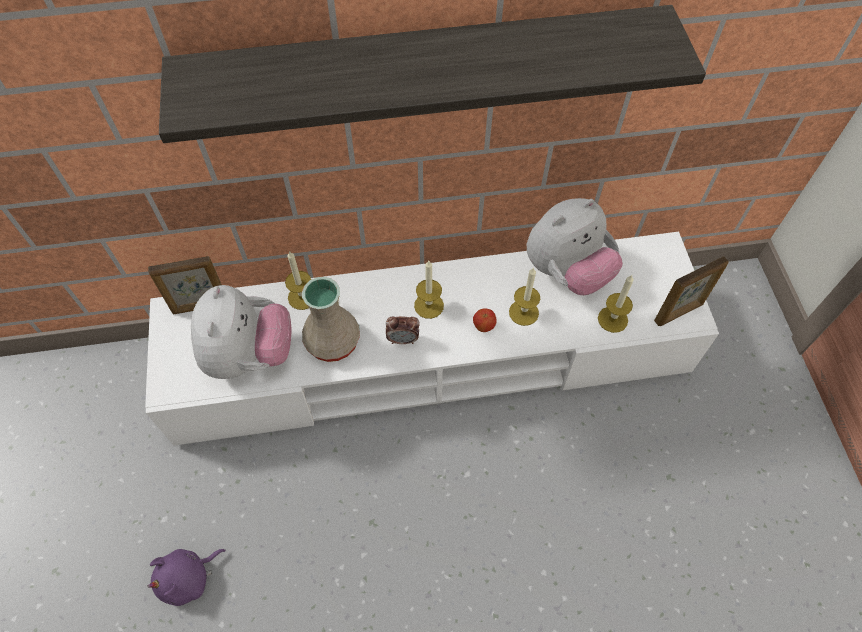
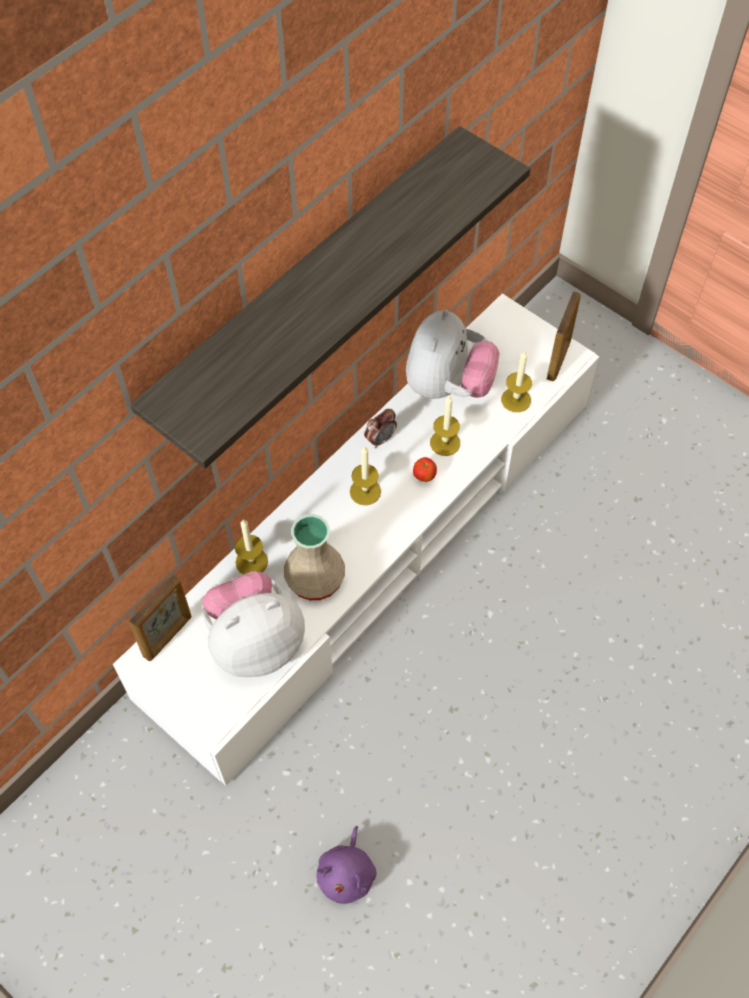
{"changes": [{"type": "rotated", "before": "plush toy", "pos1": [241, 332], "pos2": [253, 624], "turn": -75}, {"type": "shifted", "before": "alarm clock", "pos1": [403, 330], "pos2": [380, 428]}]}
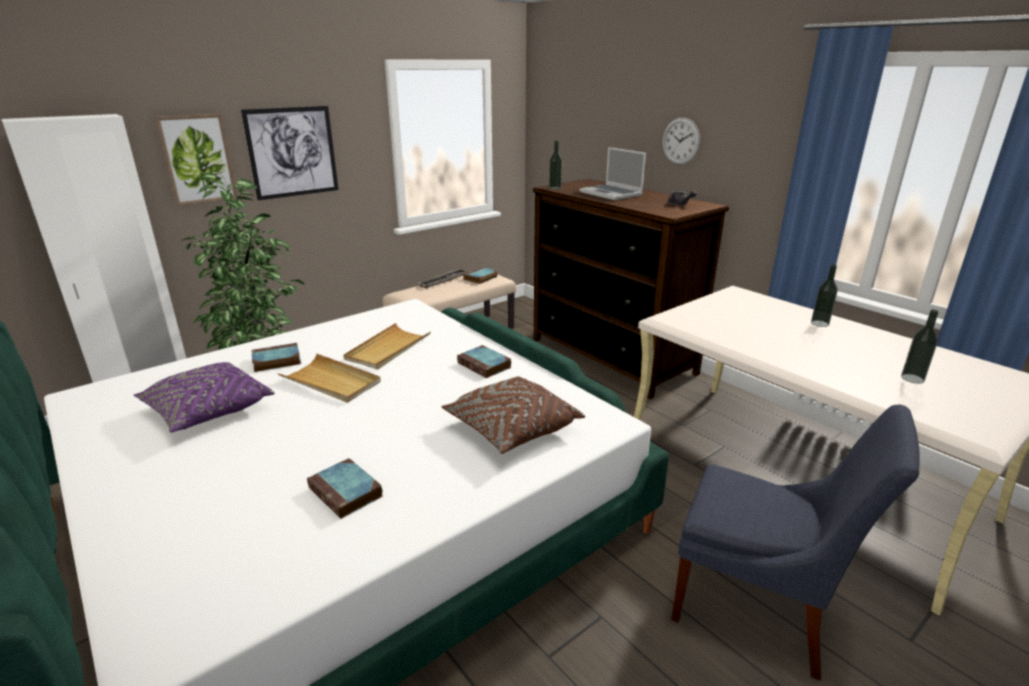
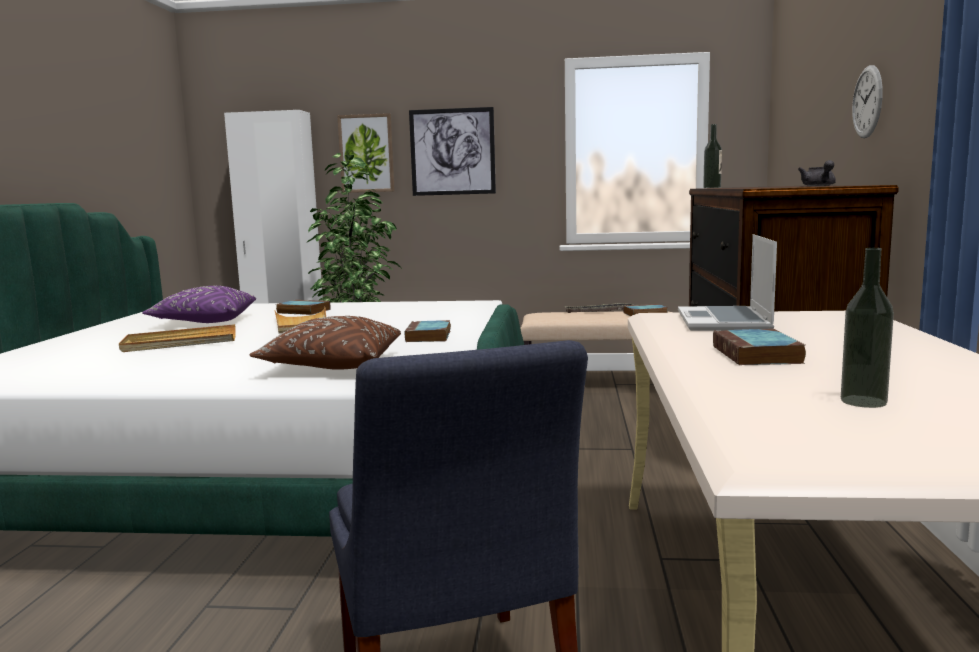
{"changes": [{"type": "shifted", "before": "laptop", "pos1": [612, 173], "pos2": [727, 282]}, {"type": "gone", "before": "bottle", "pos1": [824, 296]}, {"type": "shifted", "before": "tray (beige)", "pos1": [387, 346], "pos2": [177, 338]}, {"type": "shifted", "before": "book", "pos1": [345, 488], "pos2": [759, 347]}]}
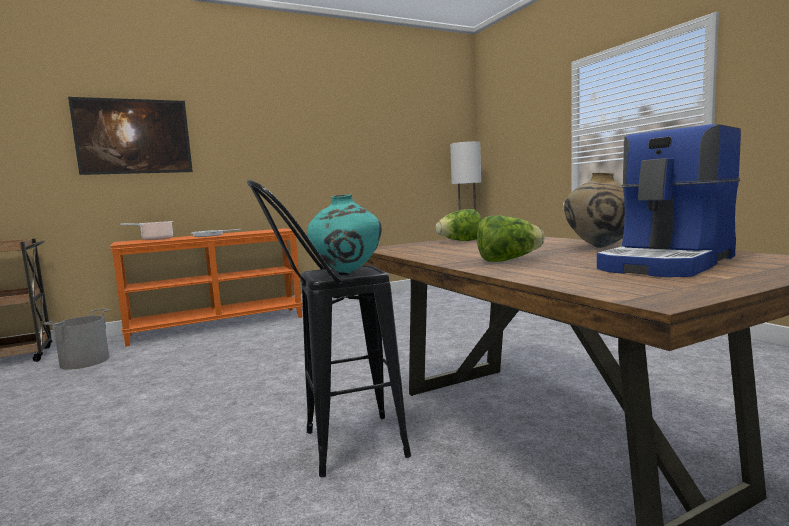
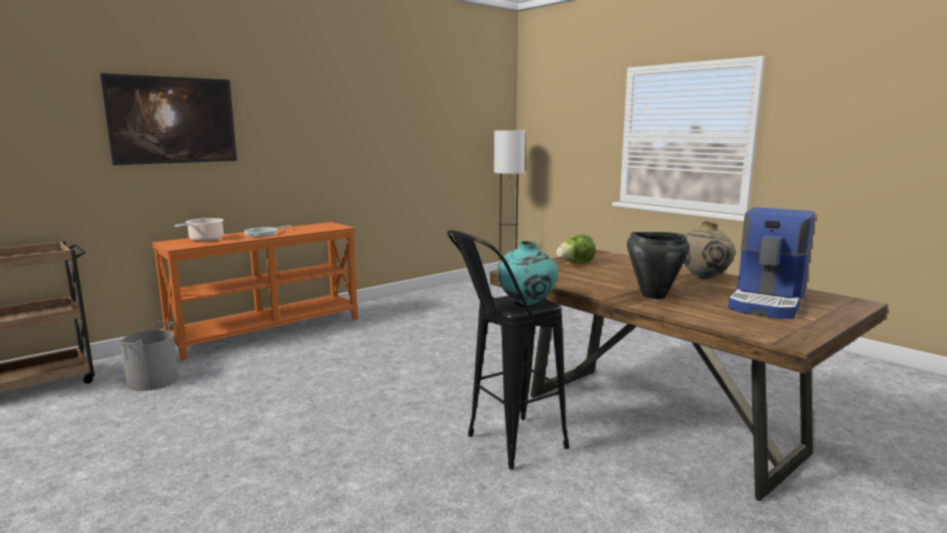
{"changes": [{"type": "swapped", "before": "lettuce", "after": "cooking pot (black)", "pos1": [510, 238], "pos2": [658, 265]}]}
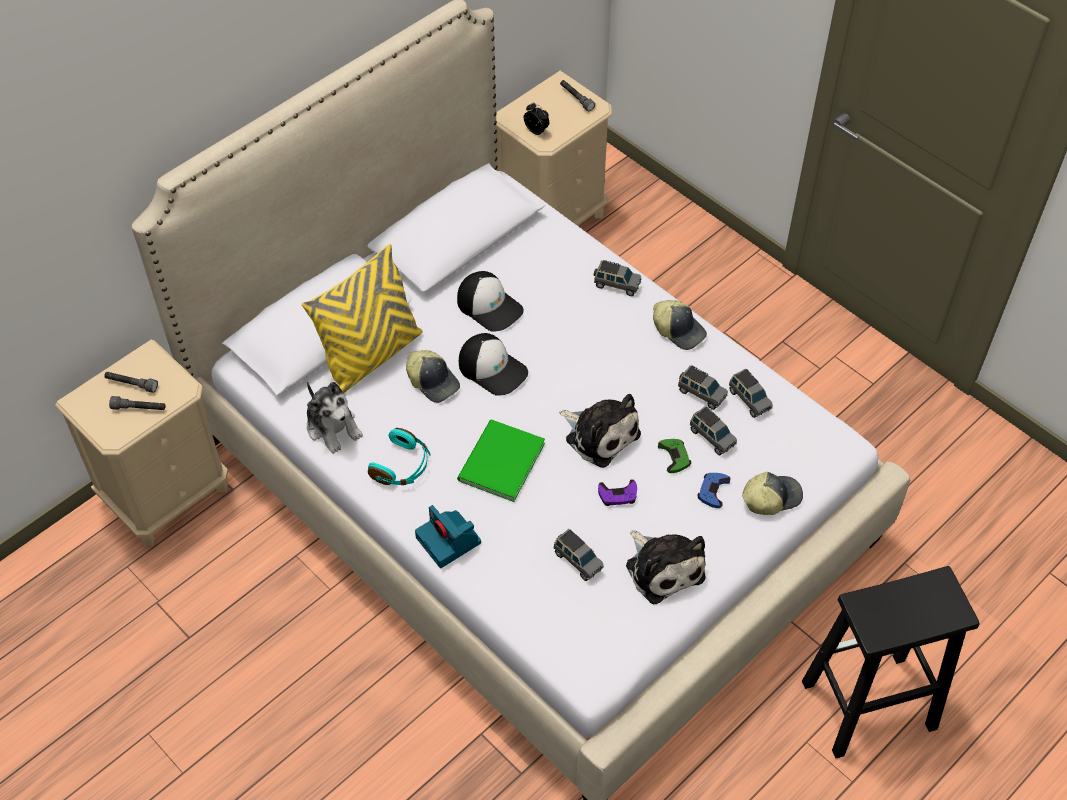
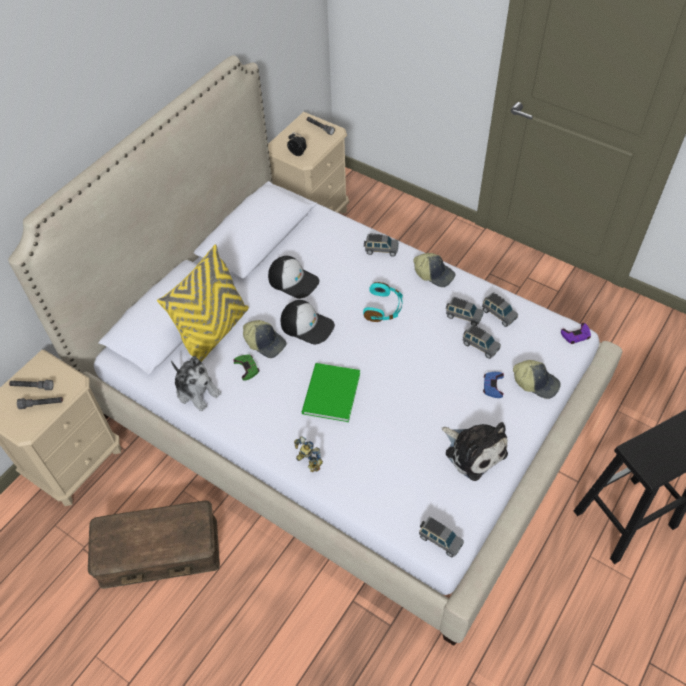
{"changes": [{"type": "gone", "before": "plush toy", "pos1": [600, 431]}, {"type": "shifted", "before": "headphones (turquoise)", "pos1": [399, 456], "pos2": [383, 302]}, {"type": "shifted", "before": "game controller (green)", "pos1": [674, 456], "pos2": [246, 368]}, {"type": "rotated", "before": "cap", "pos1": [772, 493], "pos2": [537, 379], "turn": 60}, {"type": "shifted", "before": "game controller (purple)", "pos1": [617, 492], "pos2": [576, 333]}, {"type": "swapped", "before": "photo camera", "after": "toy robot", "pos1": [448, 536], "pos2": [308, 454]}, {"type": "shifted", "before": "toy car (grey)", "pos1": [579, 555], "pos2": [441, 537]}, {"type": "new", "after": "storage box (brown)", "pos2": [154, 544]}]}
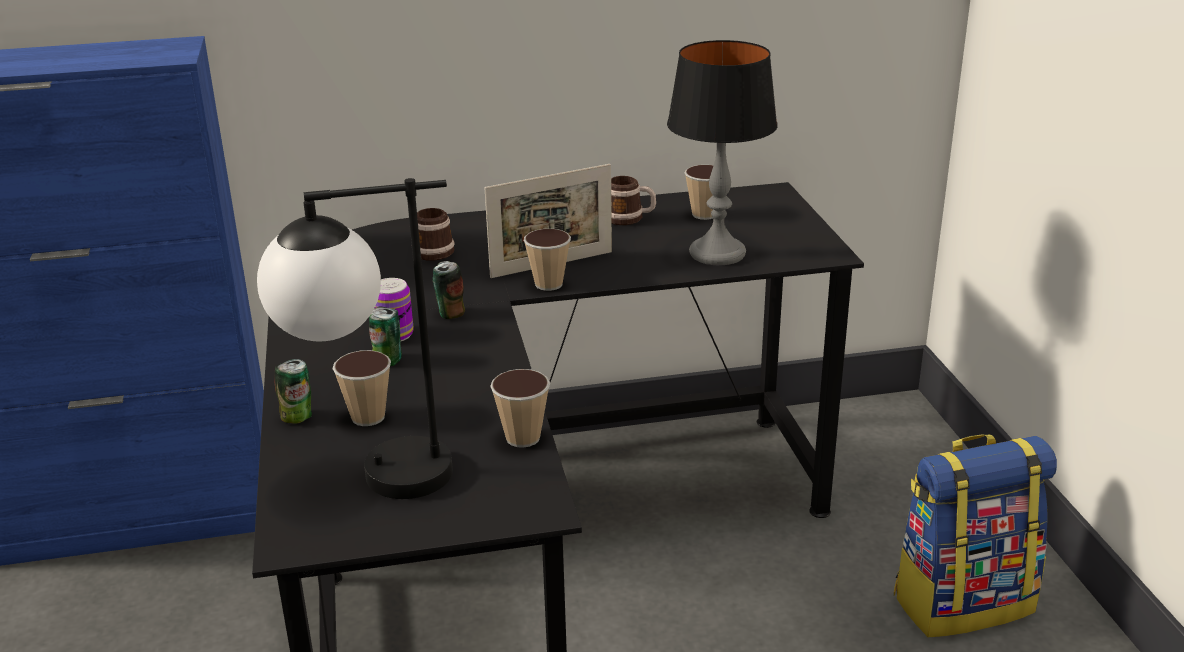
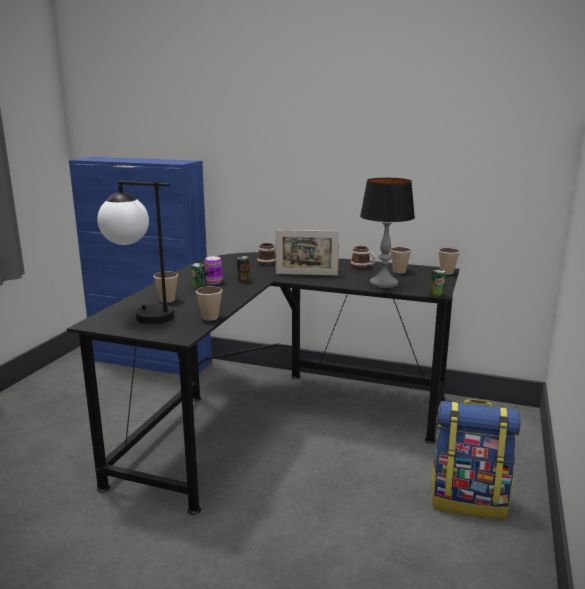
{"changes": [{"type": "shifted", "before": "cup", "pos1": [547, 260], "pos2": [449, 261]}, {"type": "shifted", "before": "can", "pos1": [293, 391], "pos2": [438, 283]}]}
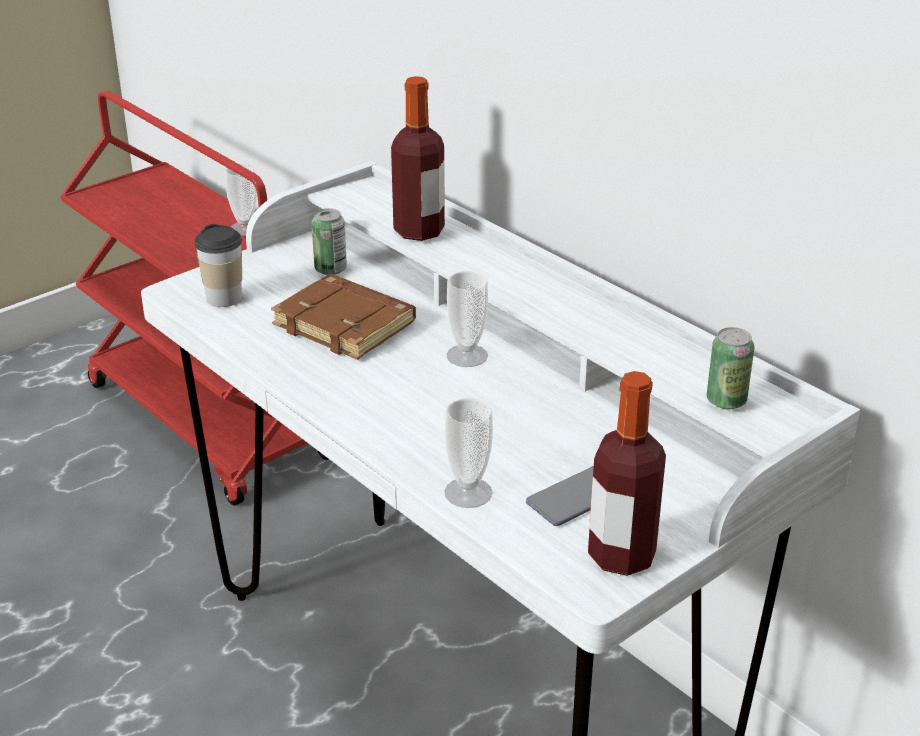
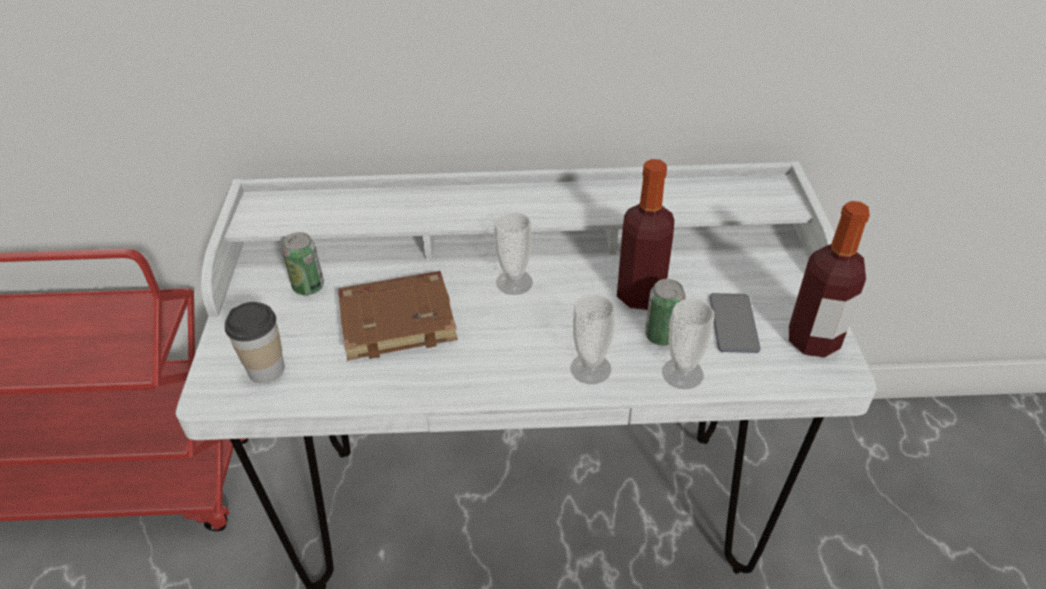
{"changes": [{"type": "shifted", "before": "bottle", "pos1": [418, 158], "pos2": [645, 234]}, {"type": "shifted", "before": "cup", "pos1": [241, 200], "pos2": [592, 339]}, {"type": "shifted", "before": "can", "pos1": [731, 368], "pos2": [665, 312]}]}
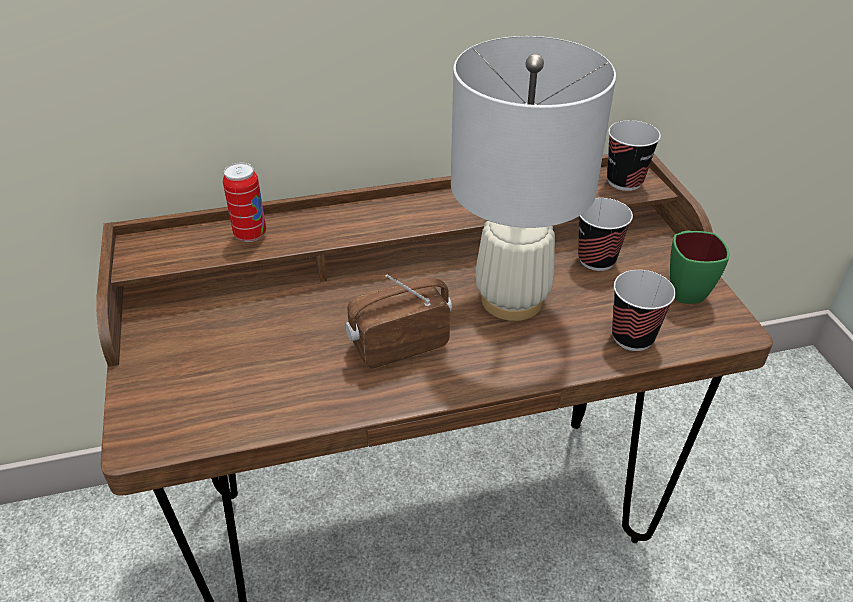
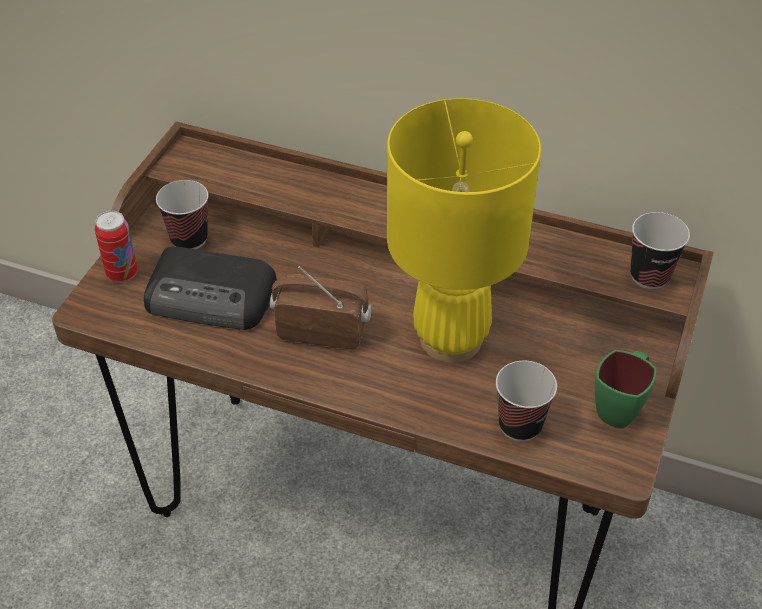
{"changes": [{"type": "repainted", "before": "table lamp (white)", "after": "table lamp (yellow)", "pos1": [533, 178], "pos2": [464, 230]}, {"type": "shifted", "before": "can", "pos1": [244, 202], "pos2": [116, 246]}, {"type": "shifted", "before": "cup", "pos1": [605, 234], "pos2": [182, 214]}, {"type": "new", "after": "radio", "pos2": [210, 288]}]}
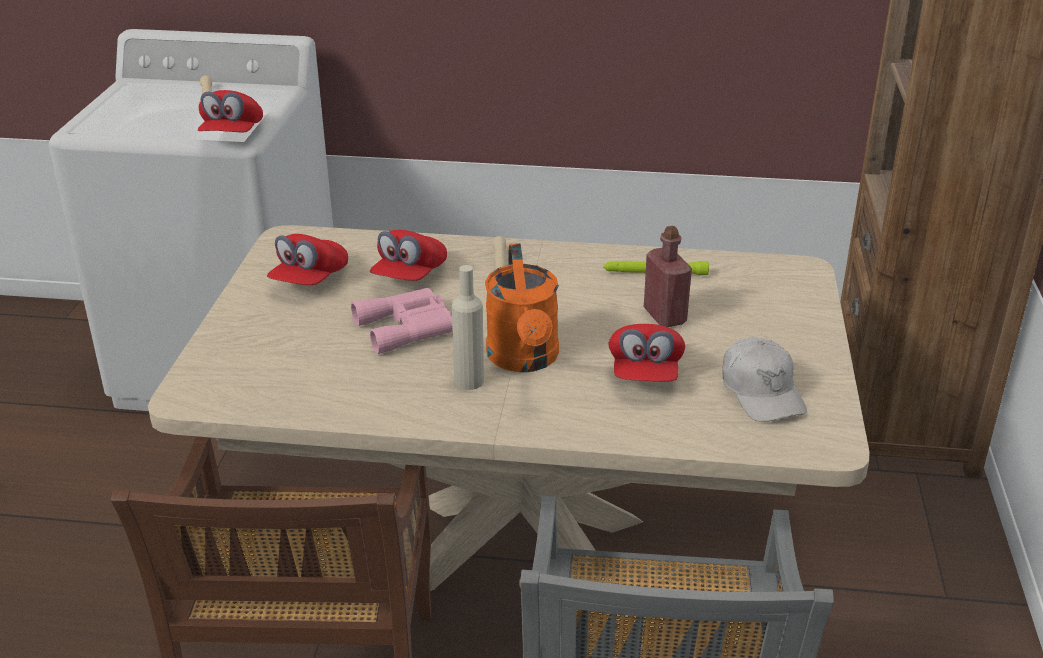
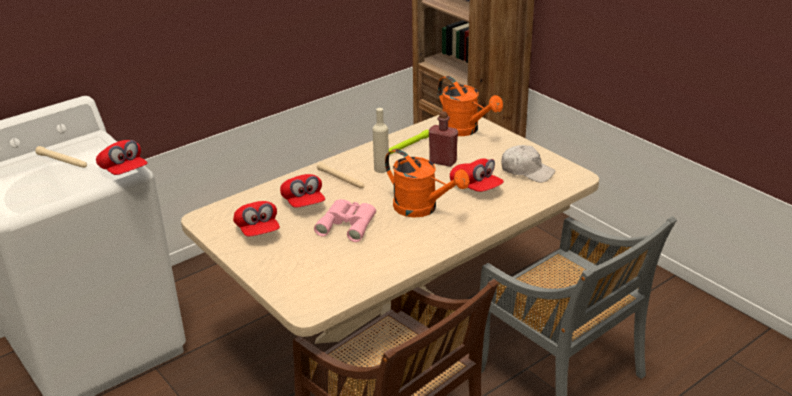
{"changes": [{"type": "shifted", "before": "bottle (beige)", "pos1": [468, 327], "pos2": [381, 140]}, {"type": "new", "after": "watering can (orange)", "pos2": [470, 106]}]}
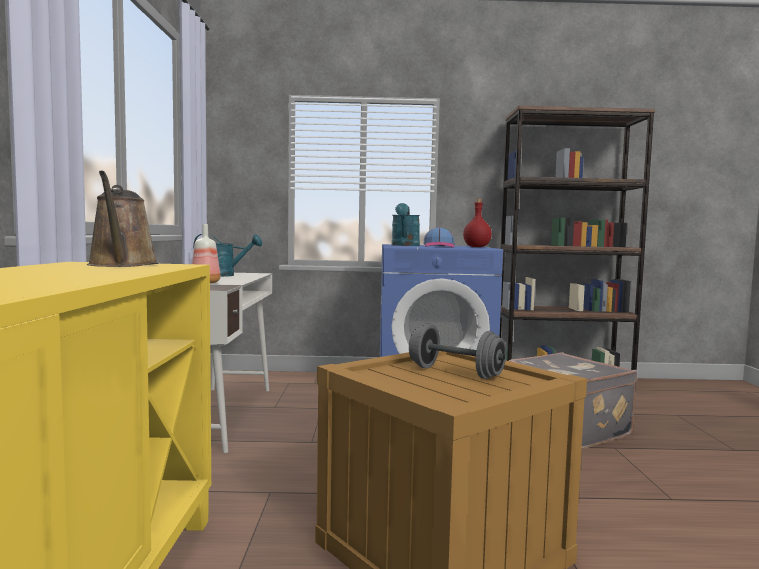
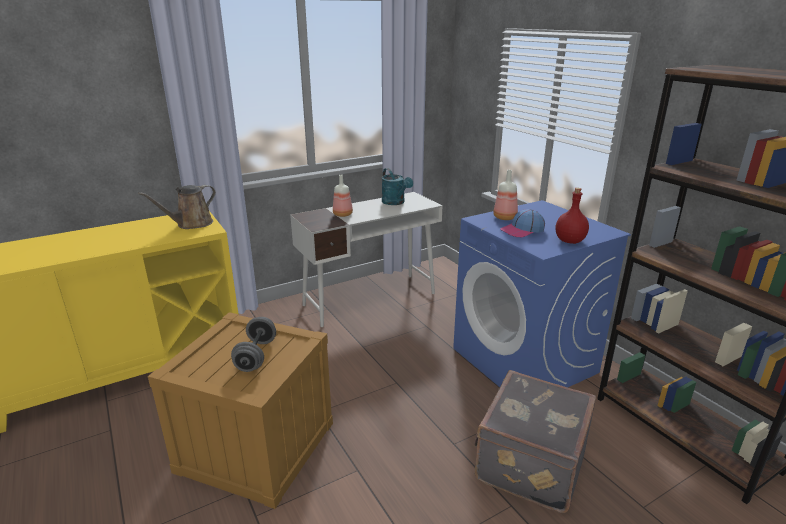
{"changes": [{"type": "swapped", "before": "watering can (turquoise)", "after": "bottle", "pos1": [406, 224], "pos2": [505, 195]}]}
